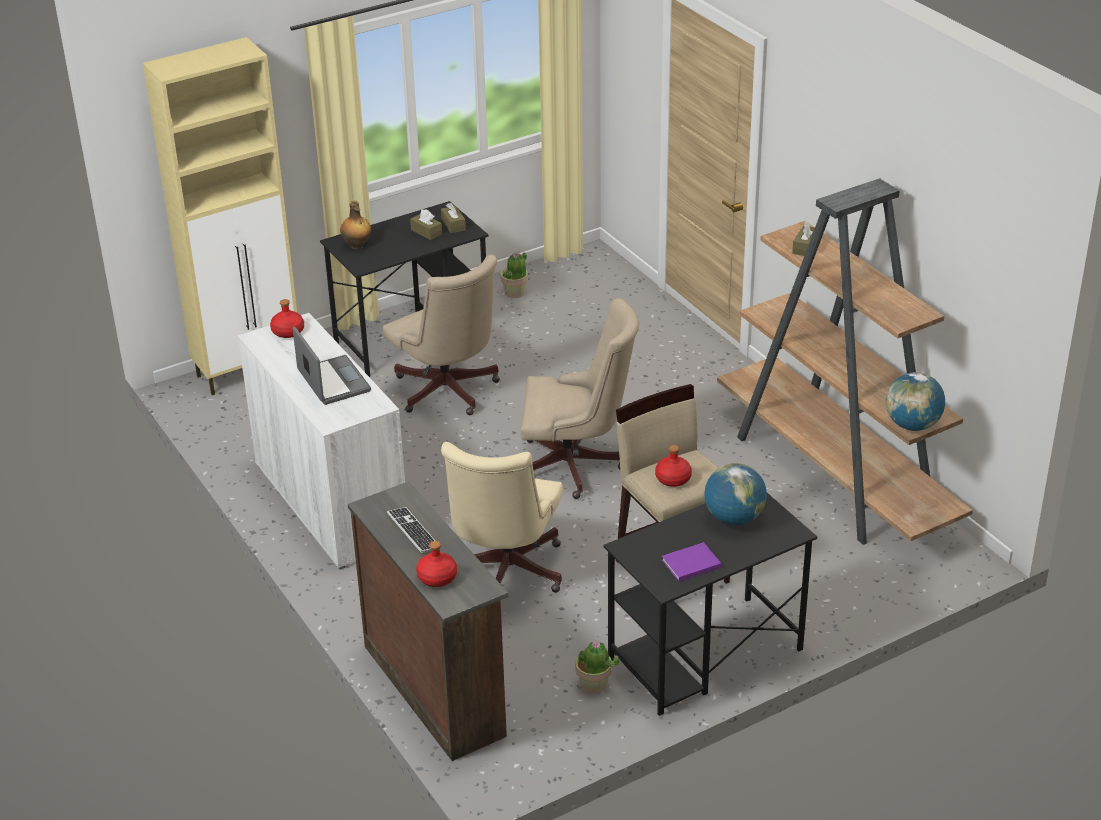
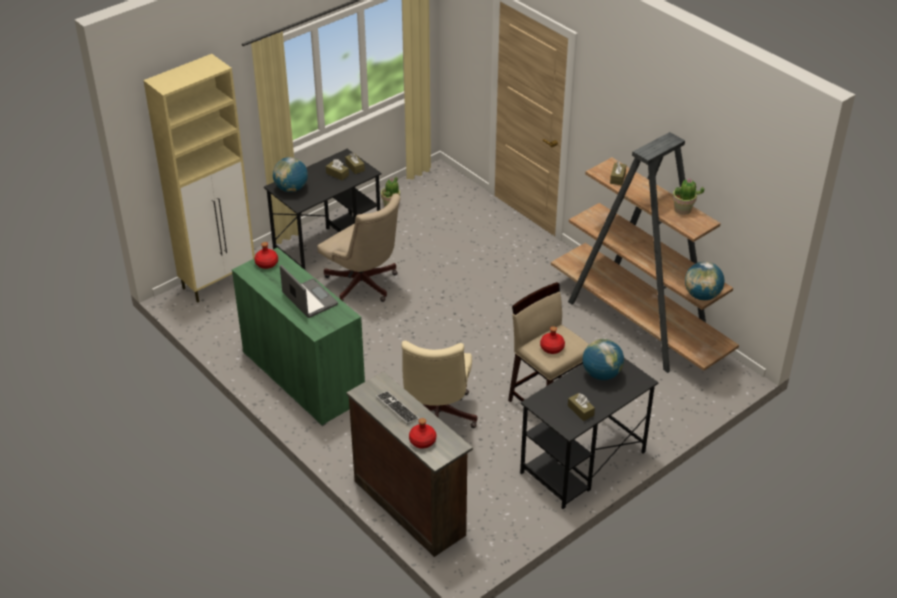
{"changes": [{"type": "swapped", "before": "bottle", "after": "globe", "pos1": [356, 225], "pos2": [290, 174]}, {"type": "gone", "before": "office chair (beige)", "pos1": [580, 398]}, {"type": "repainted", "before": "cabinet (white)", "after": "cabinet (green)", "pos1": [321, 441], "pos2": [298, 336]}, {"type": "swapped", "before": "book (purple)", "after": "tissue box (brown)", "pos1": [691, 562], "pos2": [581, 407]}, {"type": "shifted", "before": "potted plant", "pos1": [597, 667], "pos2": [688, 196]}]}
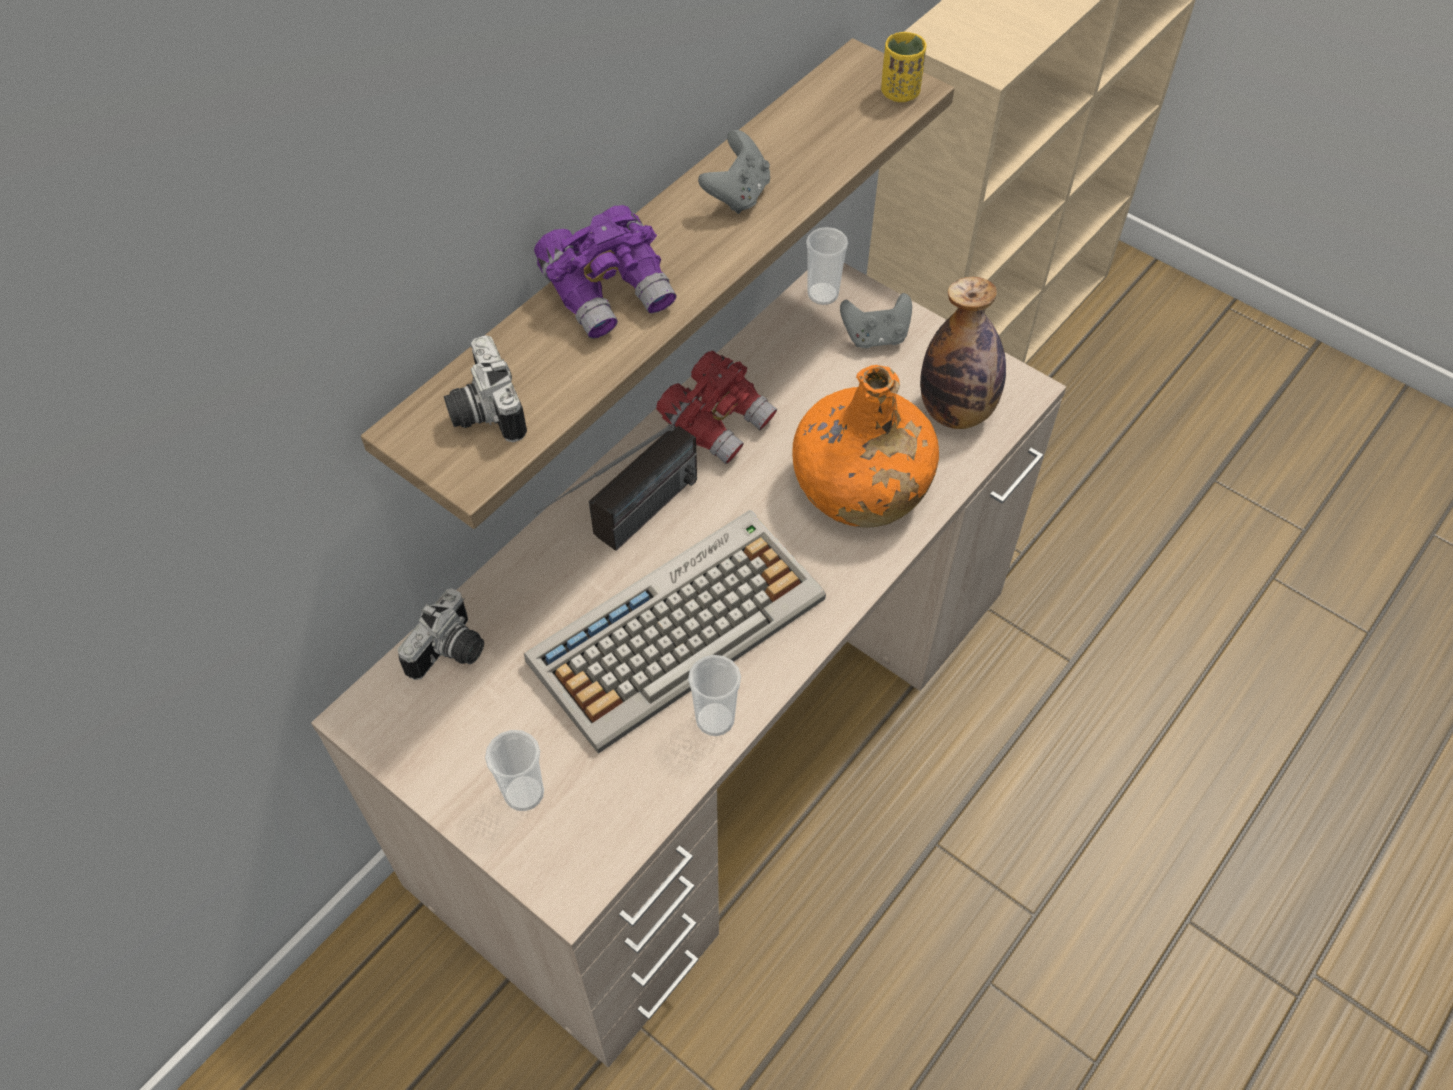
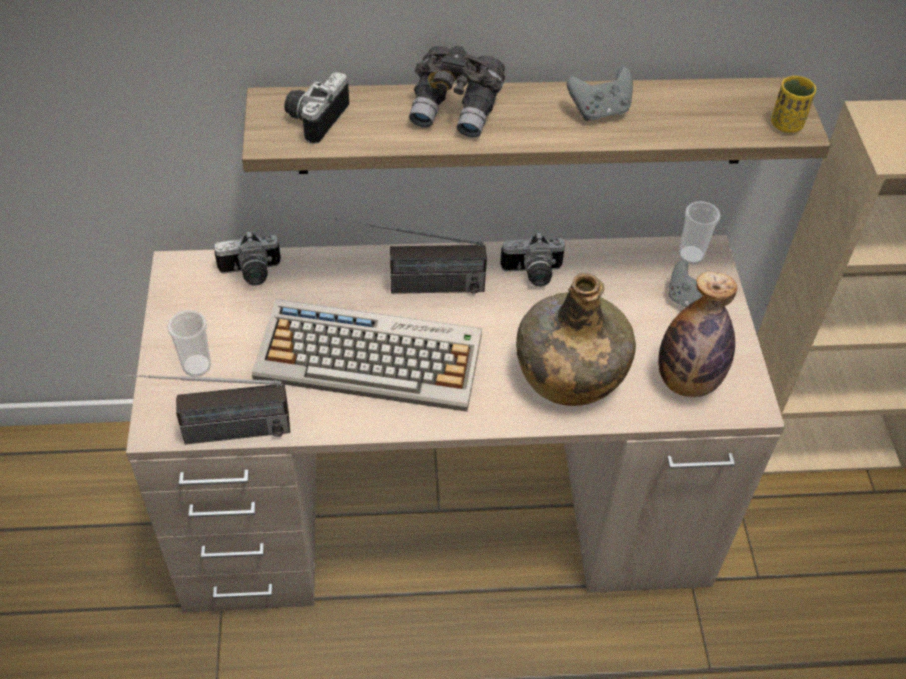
{"changes": [{"type": "repainted", "before": "binoculars (purple)", "after": "binoculars (grey)", "pos1": [605, 272], "pos2": [457, 92]}, {"type": "swapped", "before": "binoculars (red)", "after": "photo camera", "pos1": [716, 407], "pos2": [532, 259]}, {"type": "repainted", "before": "bottle (orange)", "after": "bottle (green)", "pos1": [865, 446], "pos2": [576, 339]}, {"type": "gone", "before": "cup", "pos1": [714, 695]}, {"type": "new", "after": "radio", "pos2": [198, 409]}]}
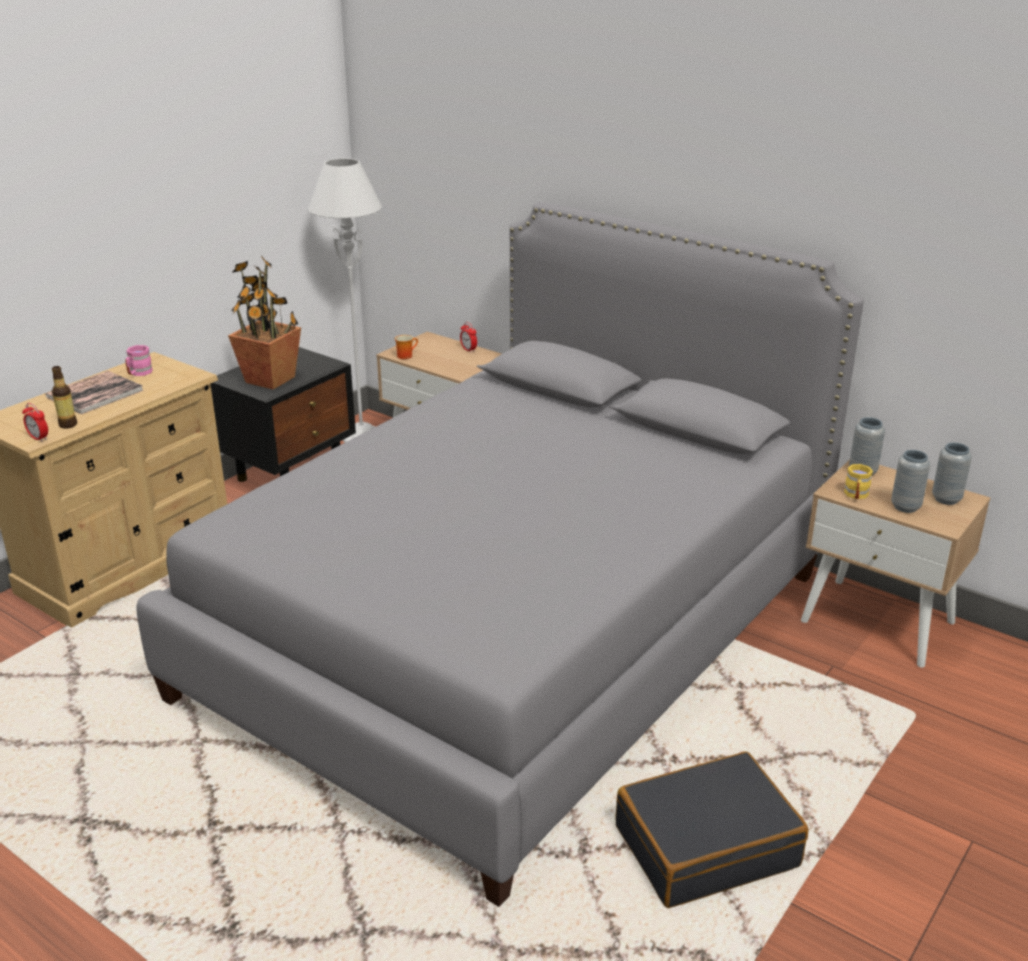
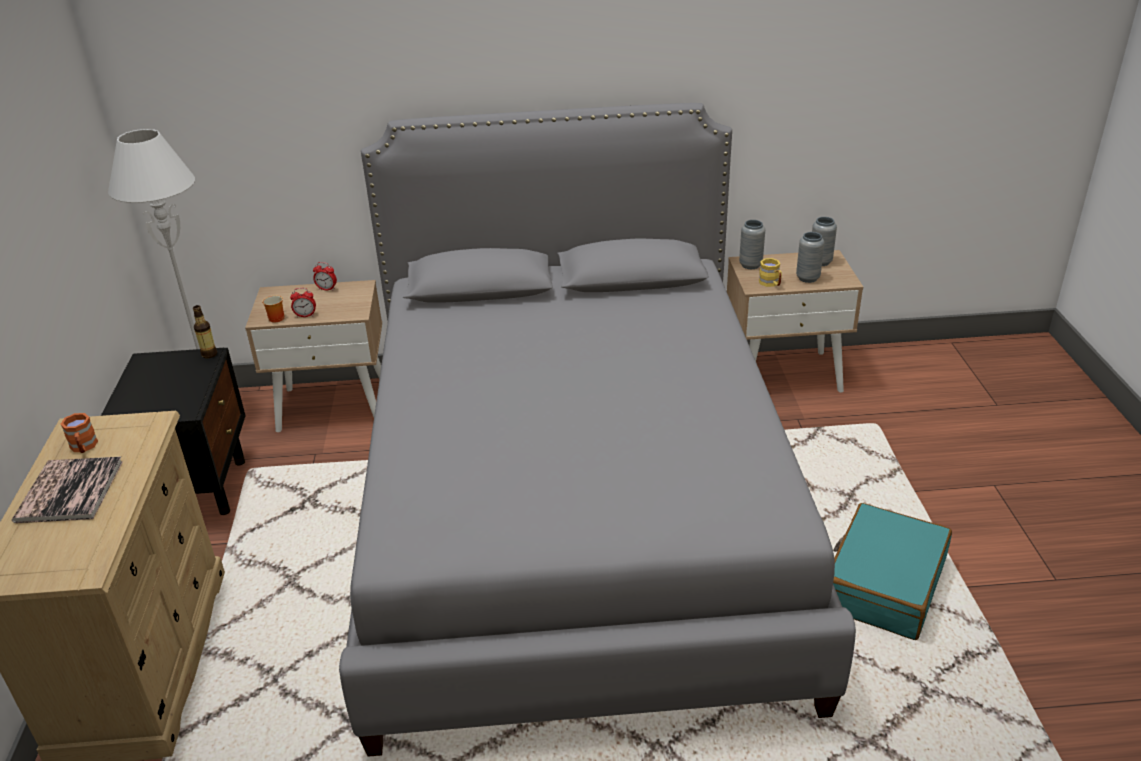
{"changes": [{"type": "gone", "before": "potted plant", "pos1": [264, 323]}, {"type": "repainted", "before": "mug (pink)", "after": "mug (orange)", "pos1": [139, 360], "pos2": [79, 433]}, {"type": "shifted", "before": "bottle", "pos1": [64, 397], "pos2": [205, 331]}, {"type": "shifted", "before": "alarm clock", "pos1": [35, 422], "pos2": [303, 303]}, {"type": "repainted", "before": "suitcase (black)", "after": "suitcase (turquoise)", "pos1": [712, 829], "pos2": [892, 571]}]}
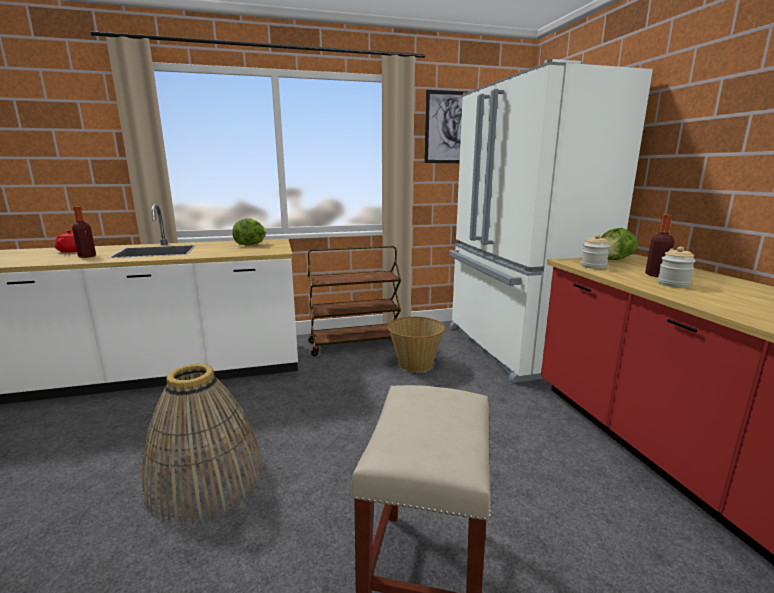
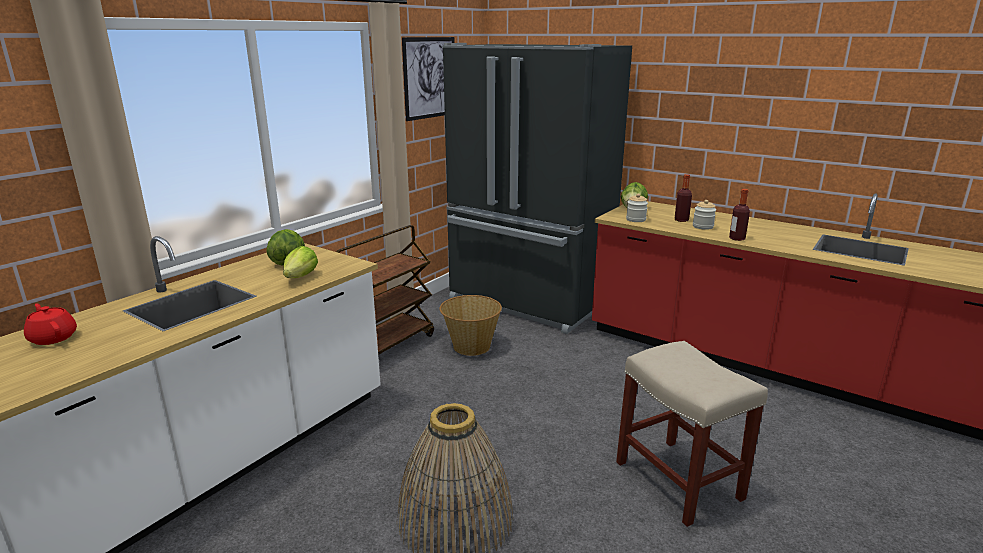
{"changes": [{"type": "repainted", "before": "fridge (white)", "after": "fridge (black)", "pos1": [551, 221], "pos2": [537, 188]}, {"type": "shifted", "before": "bottle", "pos1": [84, 232], "pos2": [739, 215]}, {"type": "new", "after": "lettuce", "pos2": [300, 262]}]}
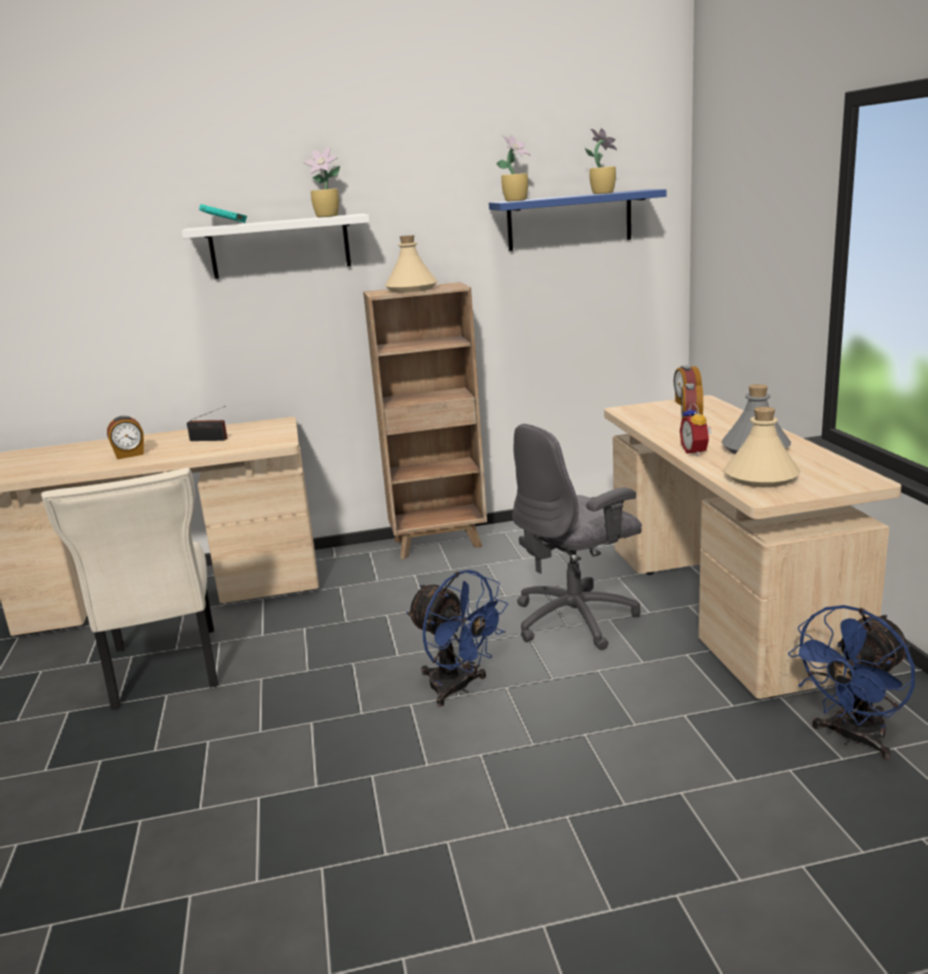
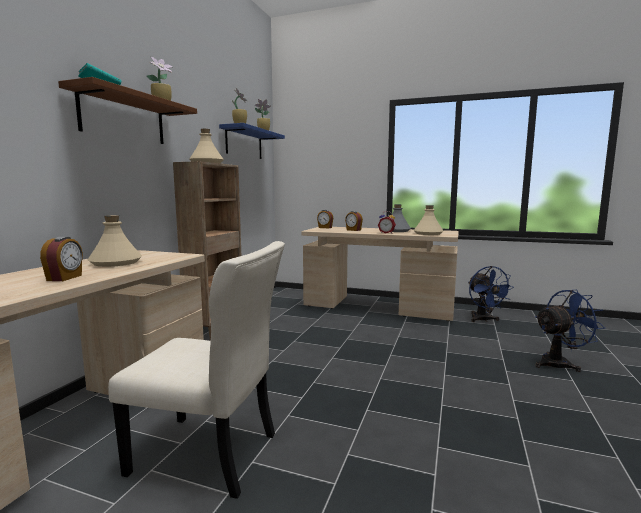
{"changes": [{"type": "repainted", "before": "shelf (white)", "after": "shelf (brown)", "pos1": [276, 246], "pos2": [127, 110]}, {"type": "swapped", "before": "radio", "after": "bottle (beige)", "pos1": [207, 423], "pos2": [114, 241]}, {"type": "gone", "before": "office chair (grey)", "pos1": [577, 537]}, {"type": "shifted", "before": "fan (blue)", "pos1": [457, 638], "pos2": [570, 331]}]}
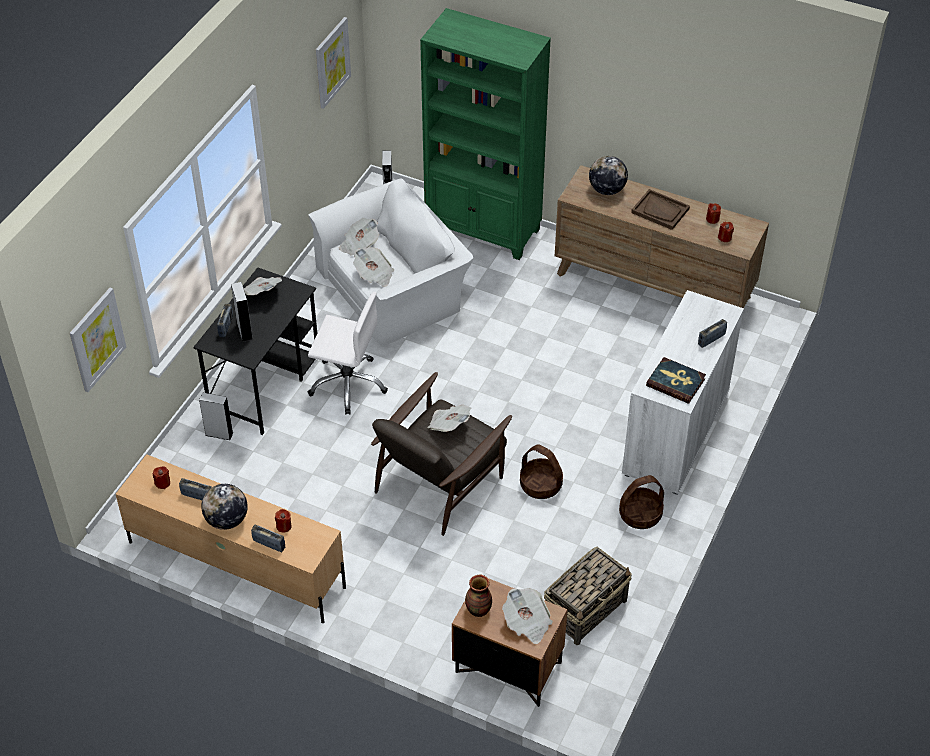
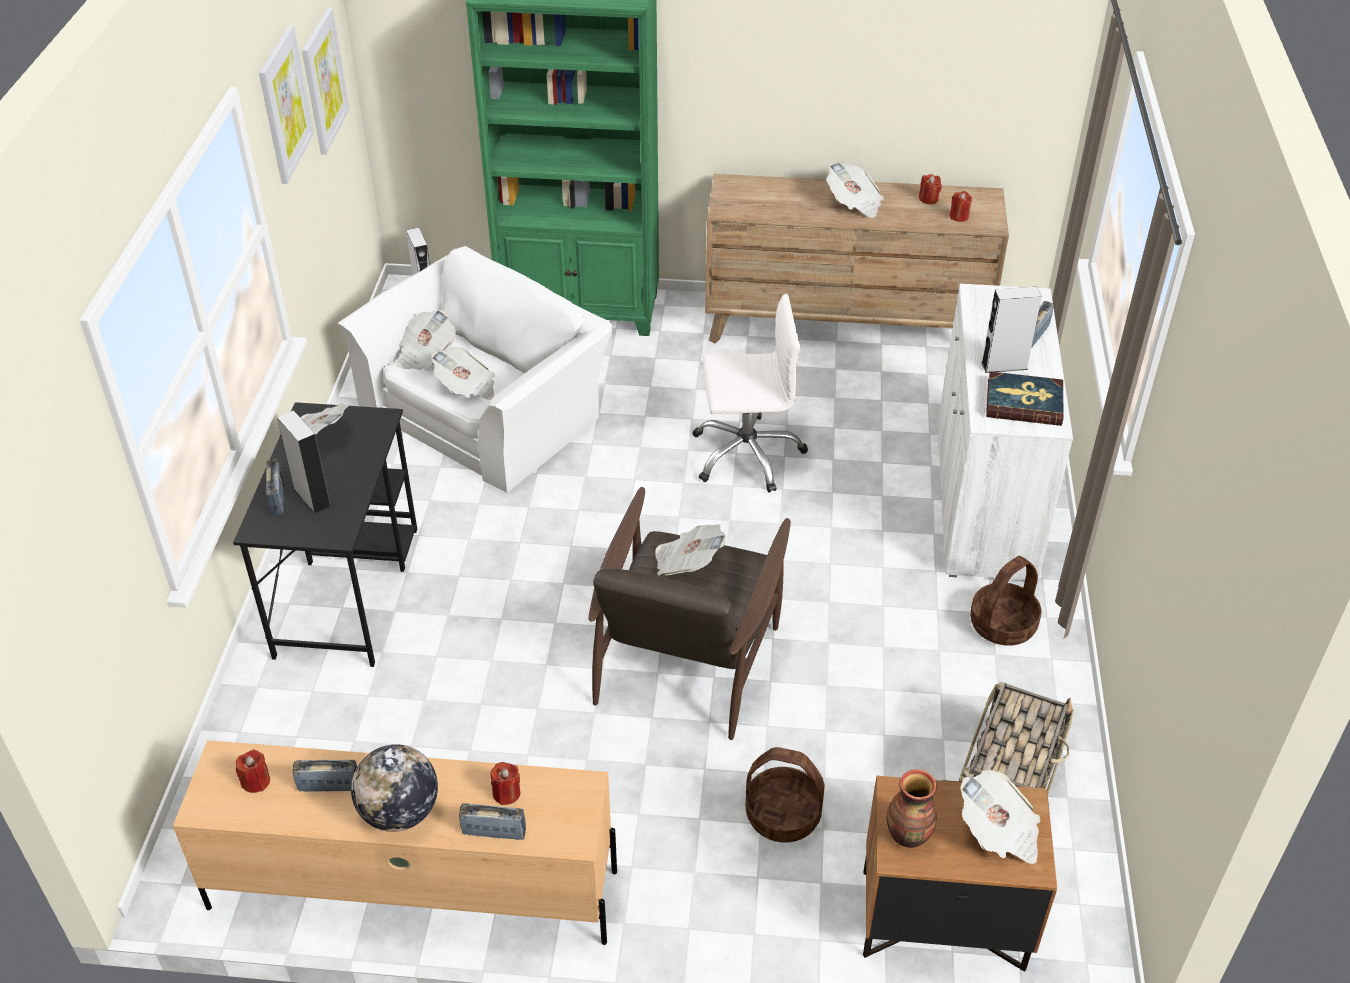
{"changes": [{"type": "gone", "before": "globe", "pos1": [608, 175]}, {"type": "swapped", "before": "tray (brown)", "after": "newspaper", "pos1": [660, 209], "pos2": [855, 190]}, {"type": "shifted", "before": "picture", "pos1": [98, 340], "pos2": [286, 104]}, {"type": "shifted", "before": "office chair (white)", "pos1": [348, 353], "pos2": [750, 393]}, {"type": "shifted", "before": "speaker (grey)", "pos1": [216, 416], "pos2": [1011, 330]}, {"type": "shifted", "before": "basket", "pos1": [541, 471], "pos2": [785, 795]}]}
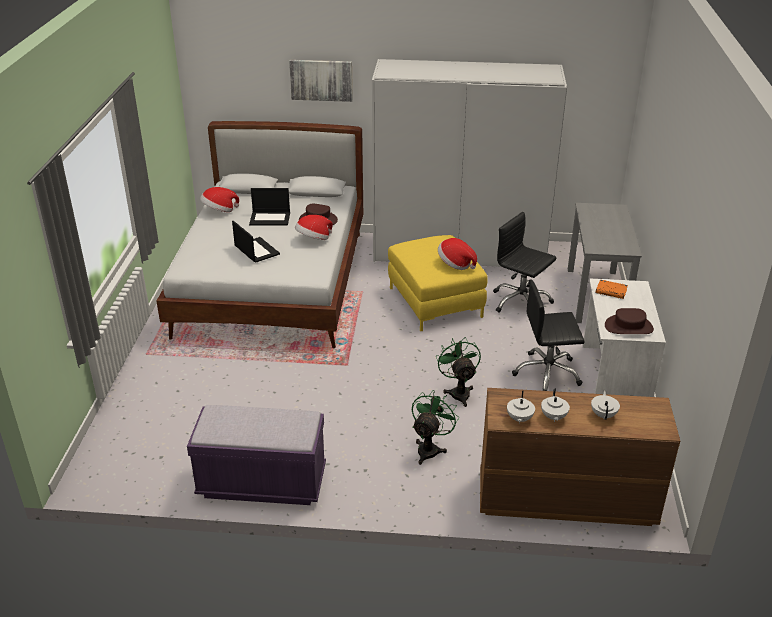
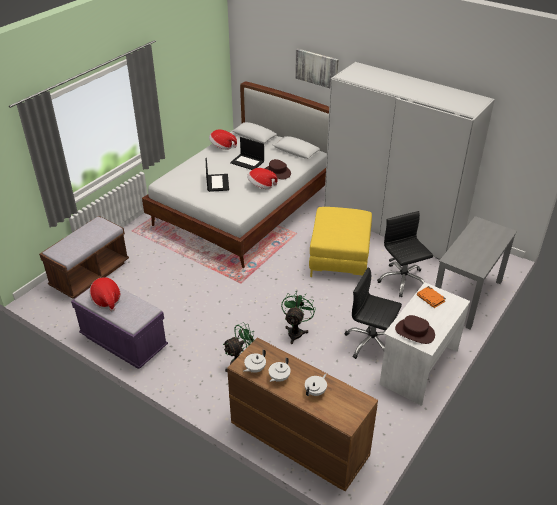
{"changes": [{"type": "shifted", "before": "hat", "pos1": [457, 254], "pos2": [104, 294]}, {"type": "new", "after": "bench (brown)", "pos2": [84, 257]}]}
